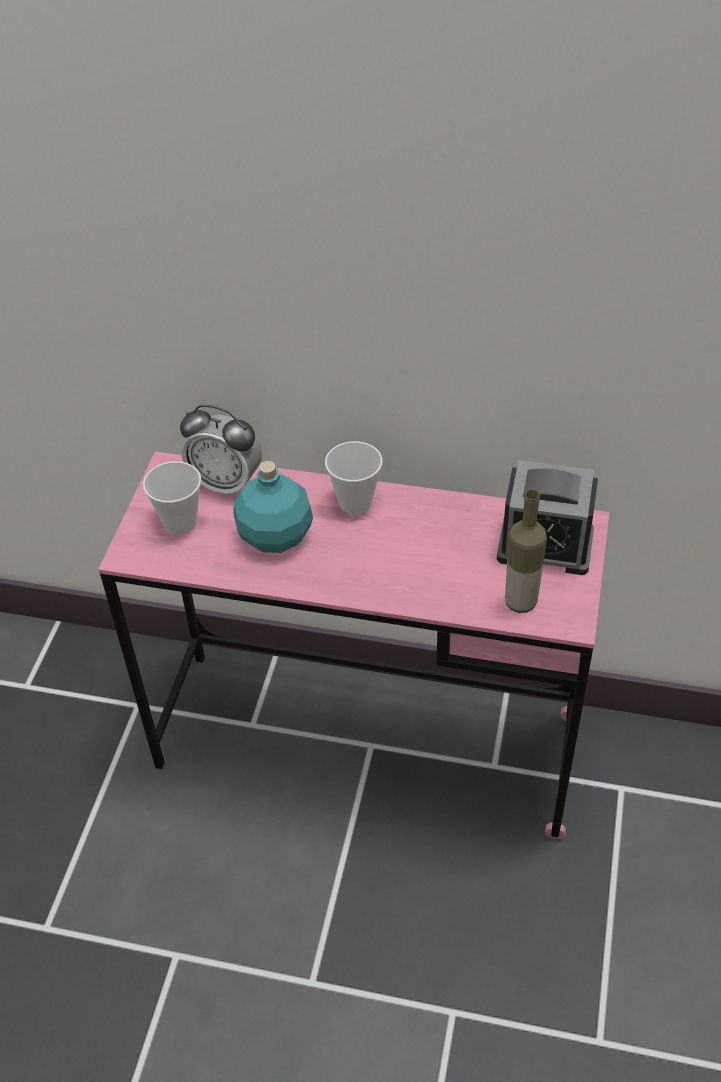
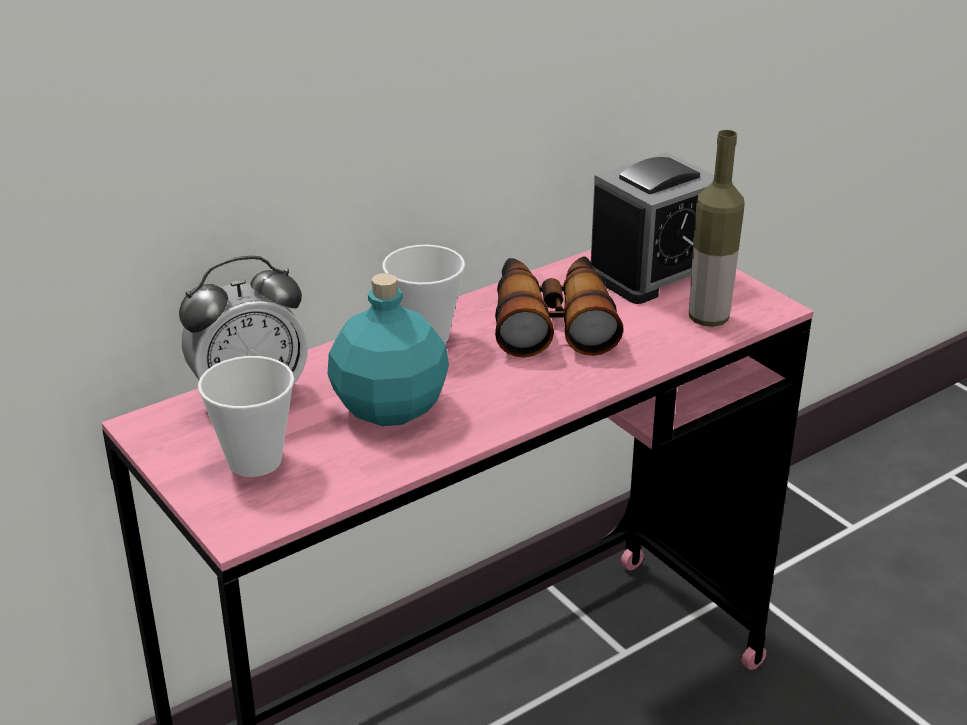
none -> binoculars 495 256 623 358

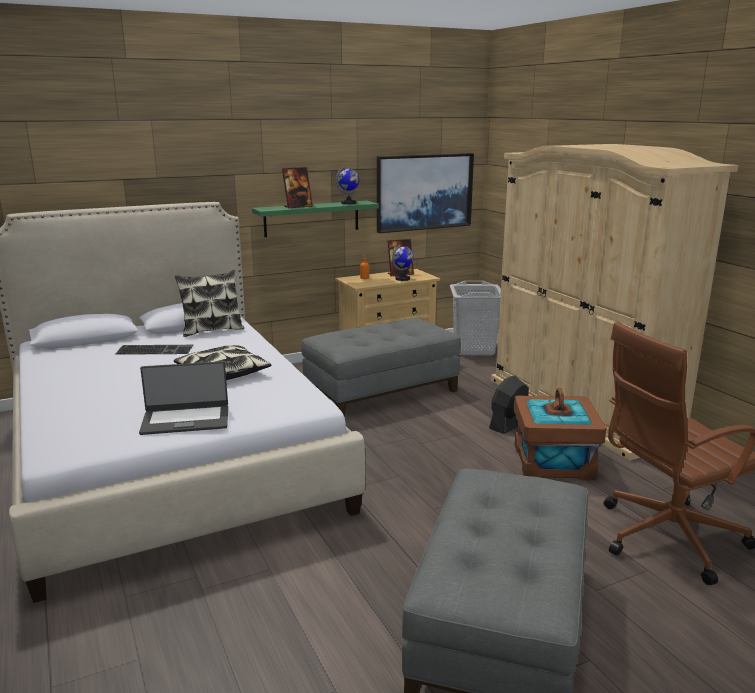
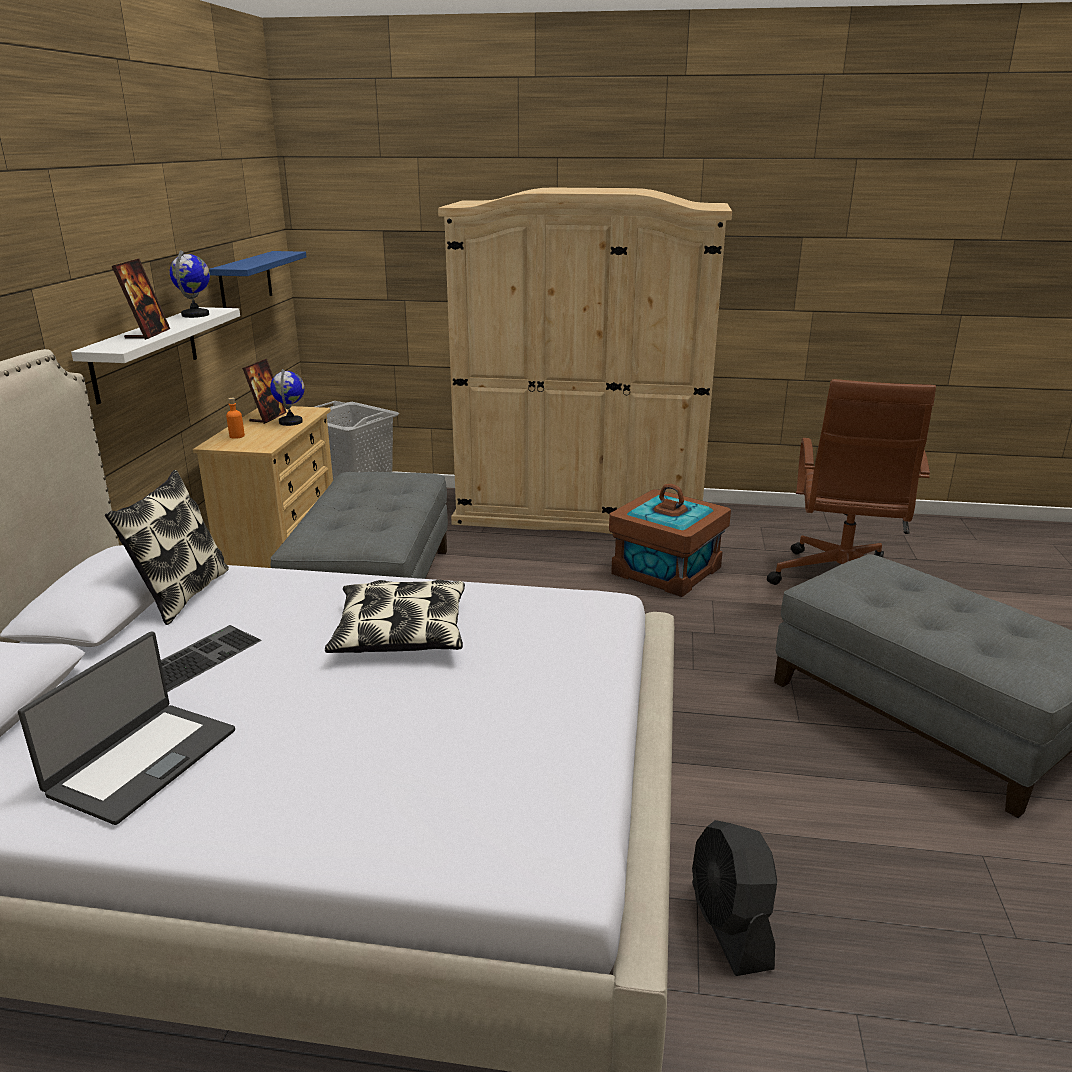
laptop 139 361 228 435 -> laptop 18 631 235 825, relocated
shelf in green 252 201 379 237 -> shelf in white 71 307 240 404
picture 377 153 474 233 -> shelf in blue 209 251 307 308
fan in black 489 376 529 434 -> fan in black 692 820 777 976, relocated

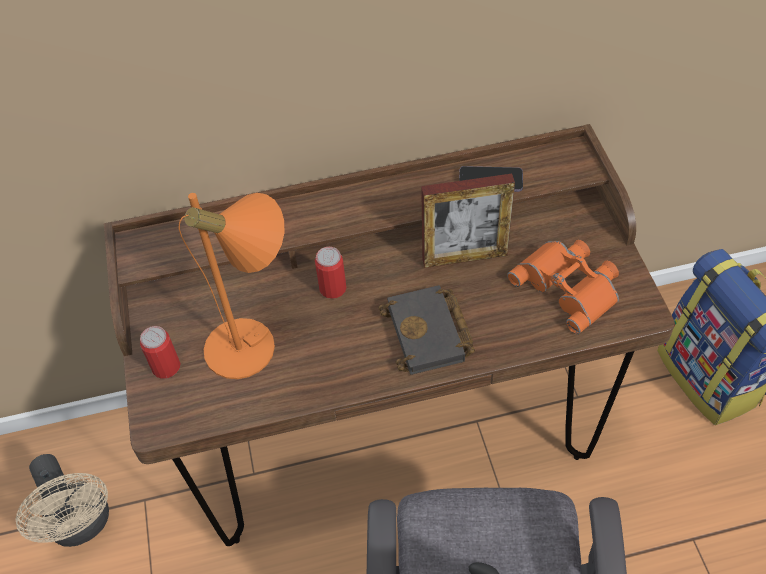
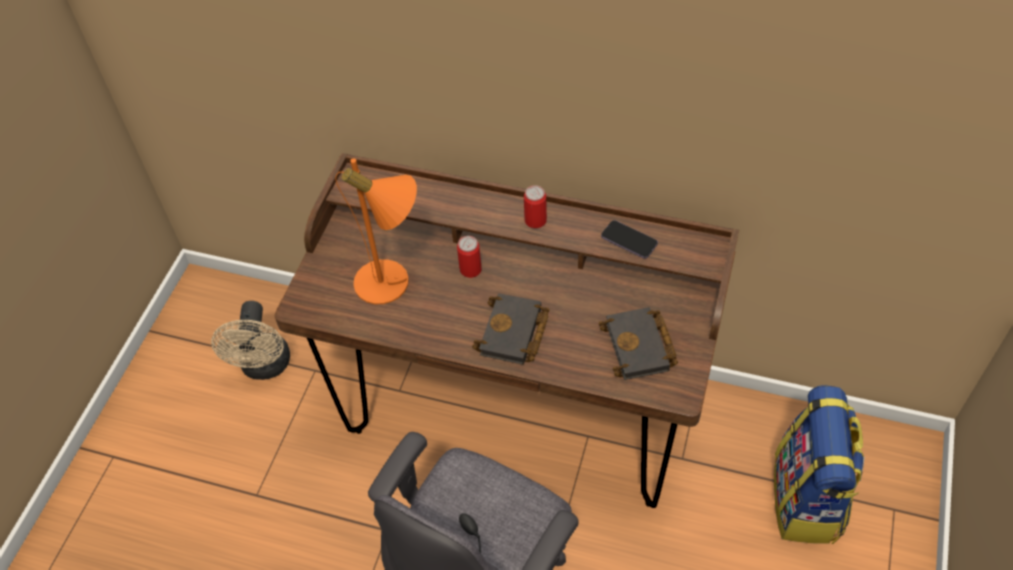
can 140 326 180 379 -> can 524 185 547 228, relocated
binoculars in orange 507 240 619 334 -> book in black 599 307 678 380
picture frame 421 174 515 268 -> none

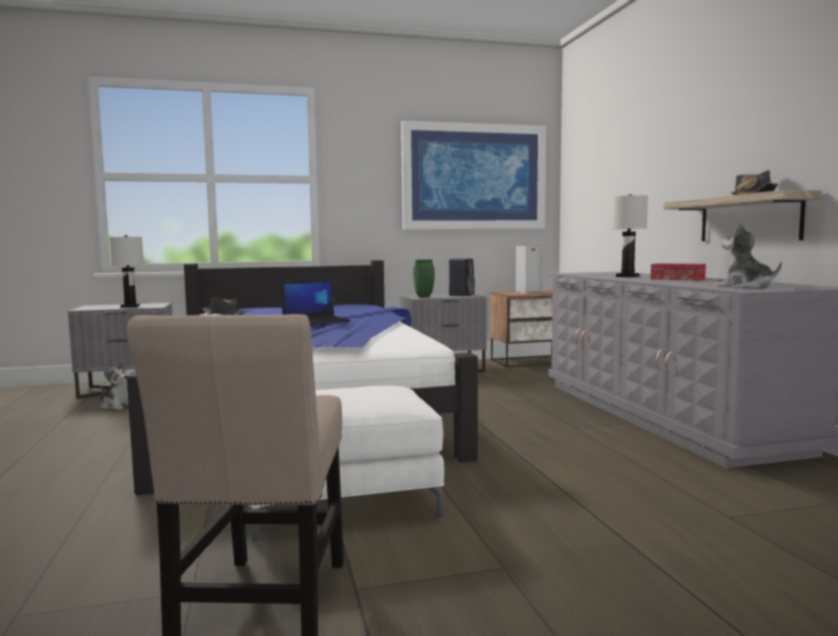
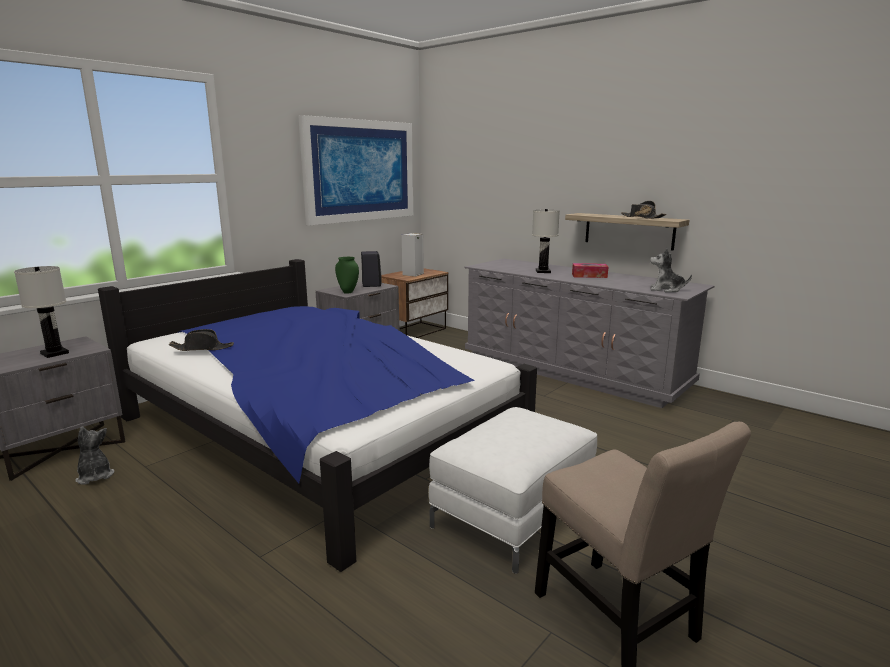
plush toy 101 361 129 410 -> plush toy 75 426 114 485, 120 degrees counterclockwise
laptop 281 277 351 325 -> none

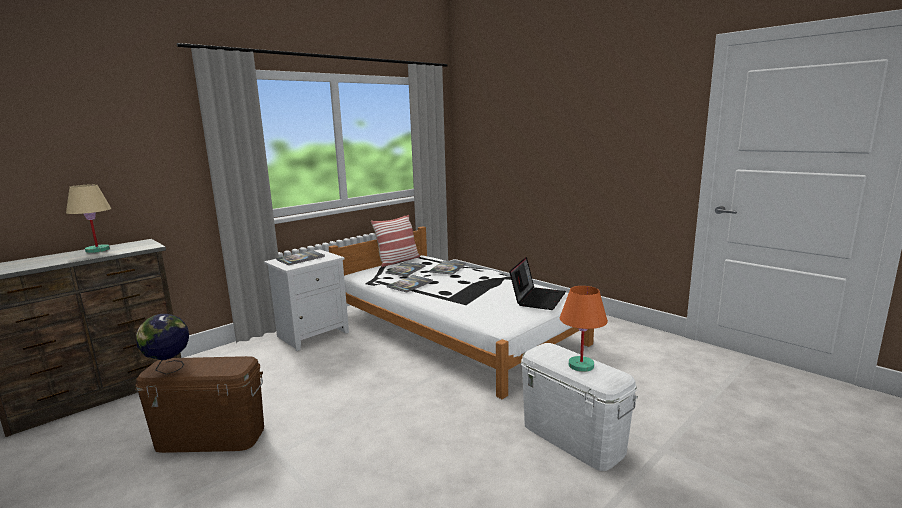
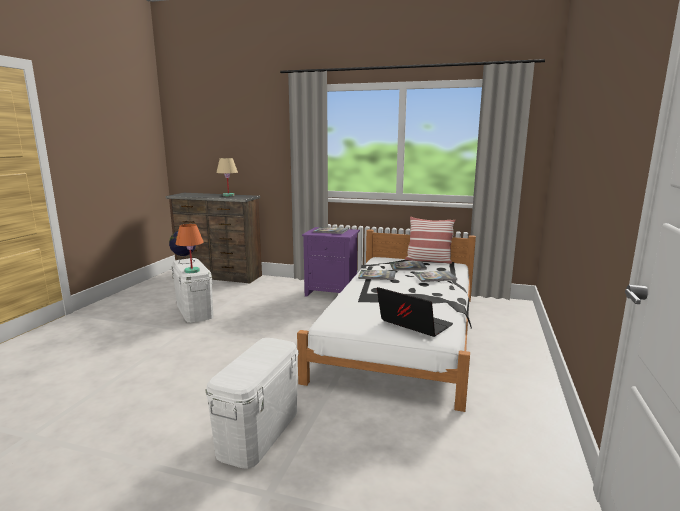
storage box in brown 135 356 264 453 -> storage box in white 172 258 213 323
table lamp in orange 560 286 608 372 -> table lamp in orange 175 224 204 273, relocated
nightstand in white 264 249 349 351 -> nightstand in purple 302 227 360 297
laptop 509 257 566 310 -> laptop 377 287 453 337, 135 degrees counterclockwise

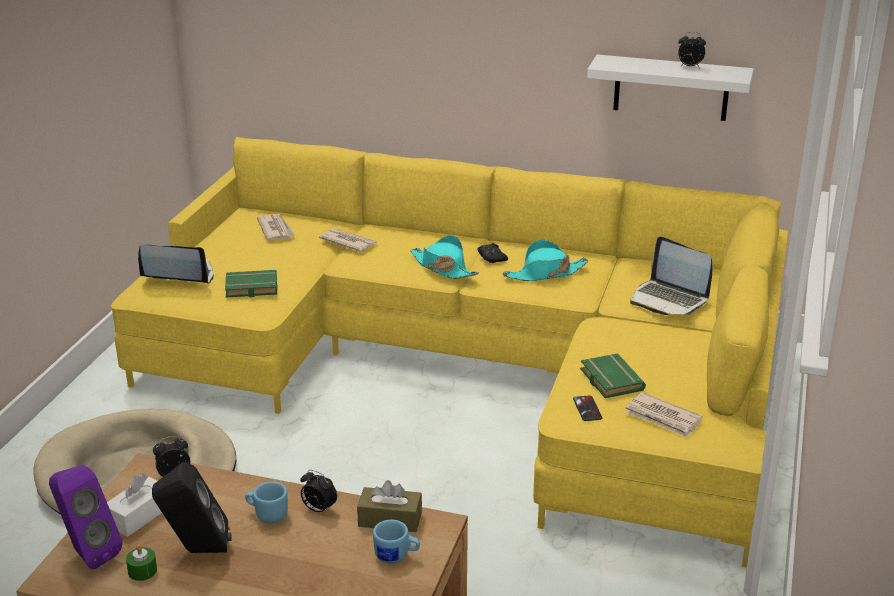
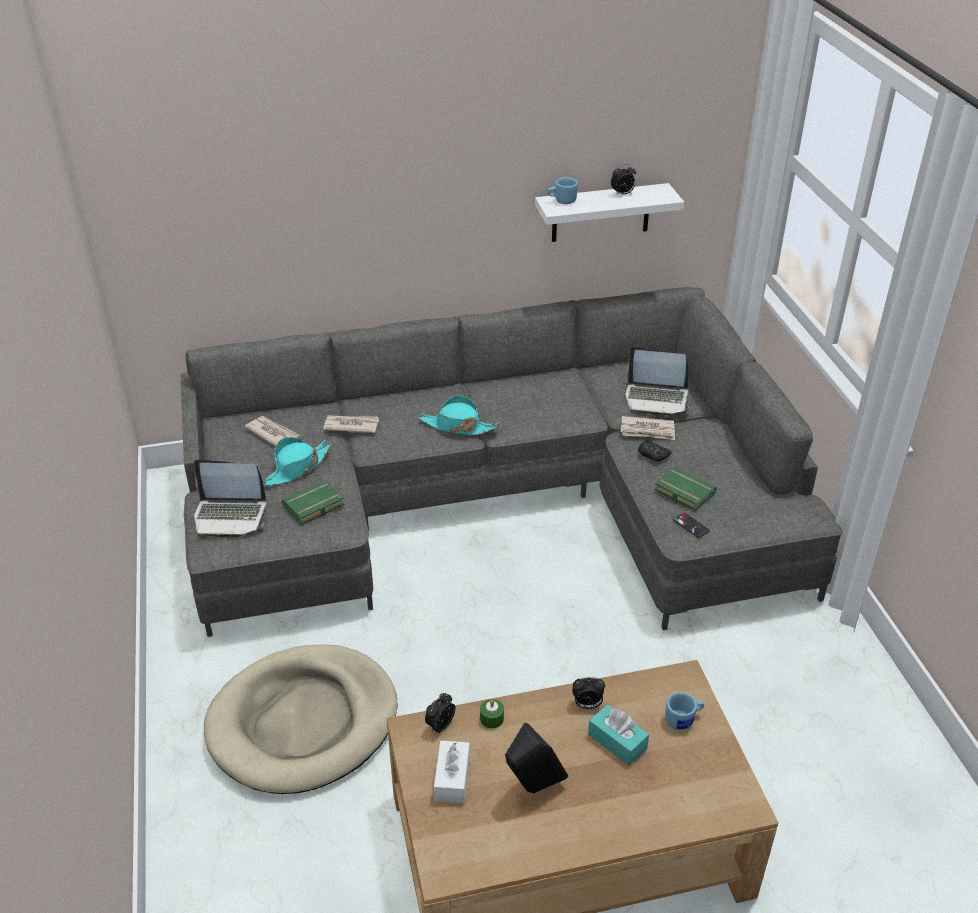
sofa in yellow 111 137 788 567 -> sofa in grey 181 287 843 637
laptop 138 245 214 284 -> laptop 194 460 267 538, 150 degrees counterclockwise
hat in turquoise 503 240 589 281 -> hat in turquoise 262 437 331 486, relocated
candle in green 126 544 157 581 -> candle in green 480 699 504 728, relocated
mug in blue 245 482 288 523 -> mug in blue 547 177 578 204, relocated
none -> tissue box in turquoise 588 704 649 766
newspaper 625 392 703 438 -> newspaper 621 416 675 440, relocated
game controller in black 477 243 508 263 -> game controller in black 638 440 672 462, relocated
speaker in purple 49 465 123 569 -> none
tissue box in brown 357 480 422 532 -> none

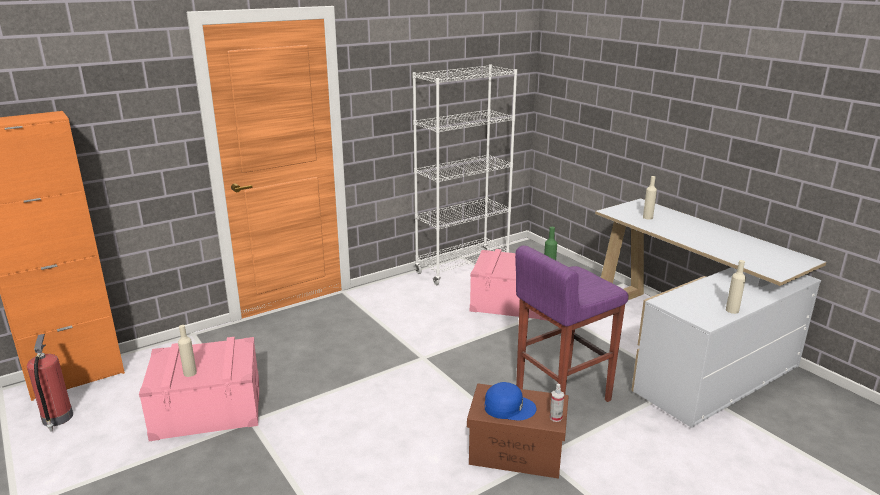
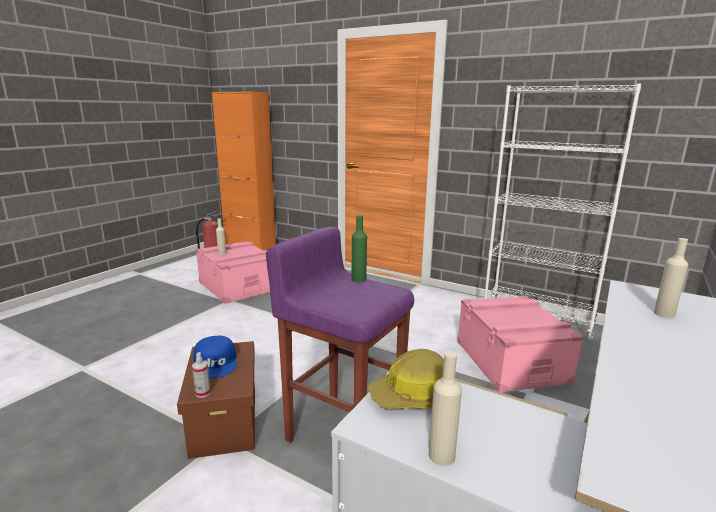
none -> hard hat 368 349 444 409

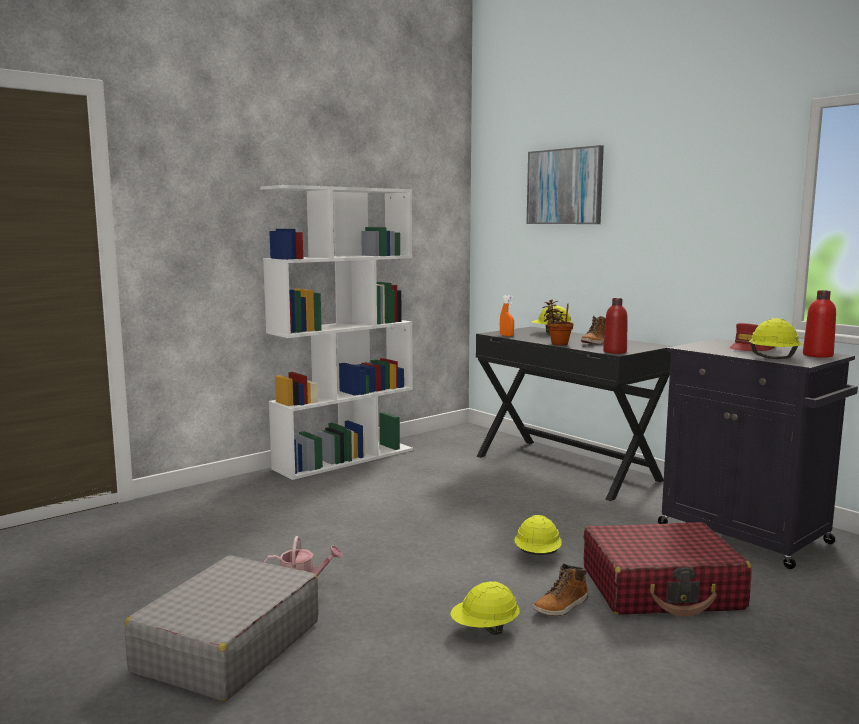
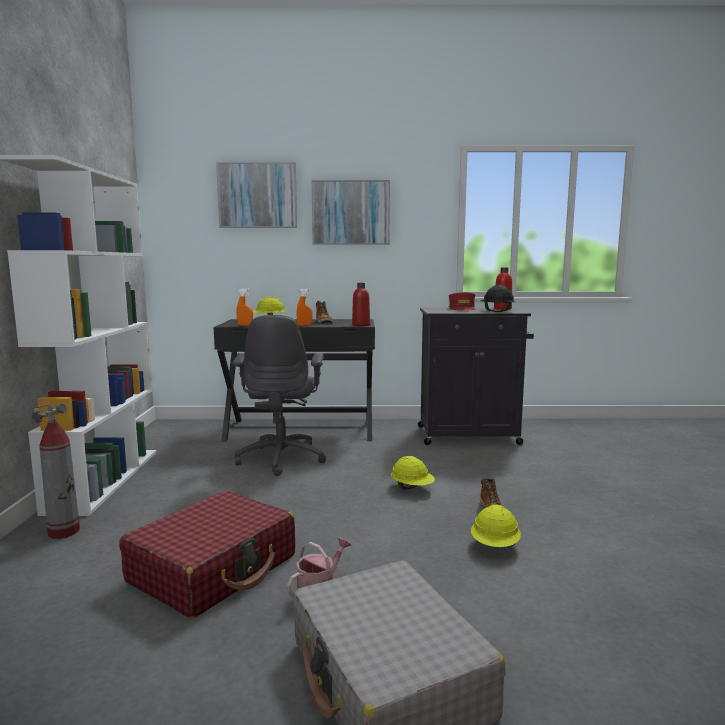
none -> fire extinguisher 31 403 80 539
suitcase in red 584 522 752 616 -> suitcase in red 119 491 295 619, relocated
none -> office chair in grey 233 315 326 476
potted plant 543 300 573 345 -> spray bottle in orange 296 288 313 326
none -> picture 312 180 390 245
hard hat in yellow 749 318 802 359 -> hard hat in black 480 285 515 312

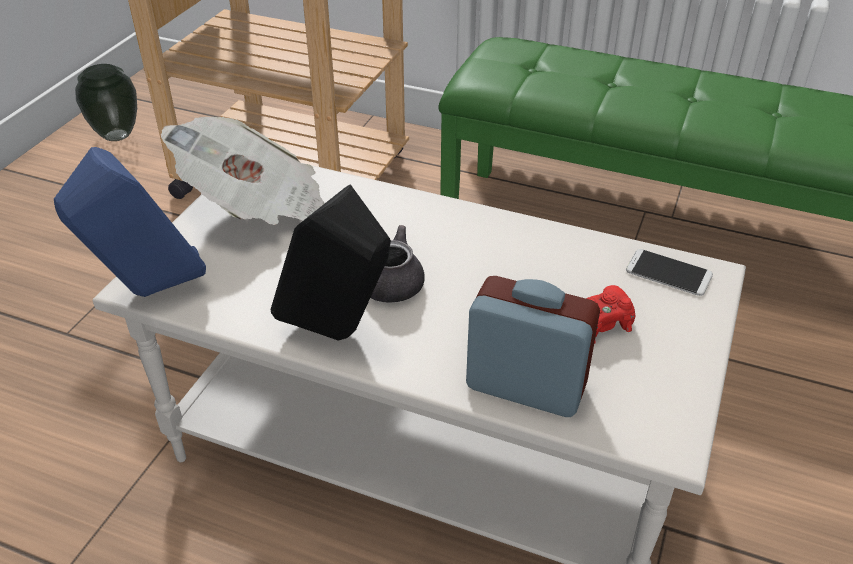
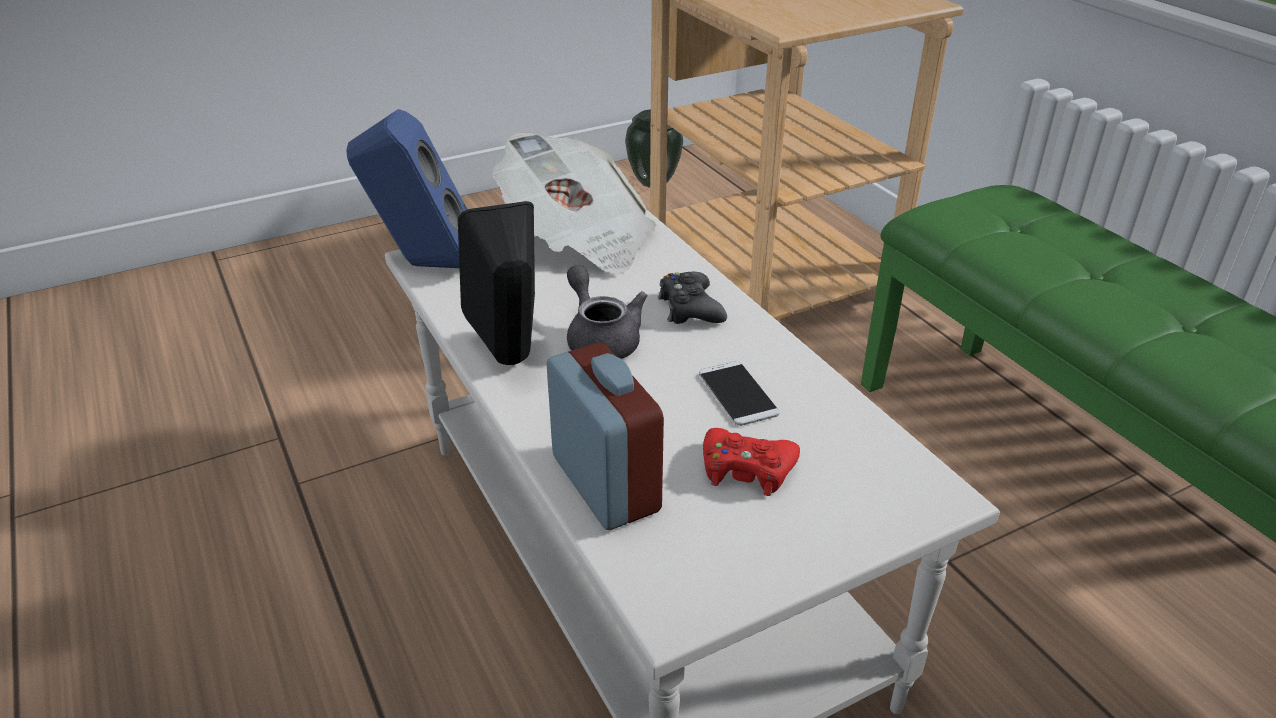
none -> game controller in black 658 272 727 324
phone 626 249 713 296 -> phone 699 361 779 426, relocated

